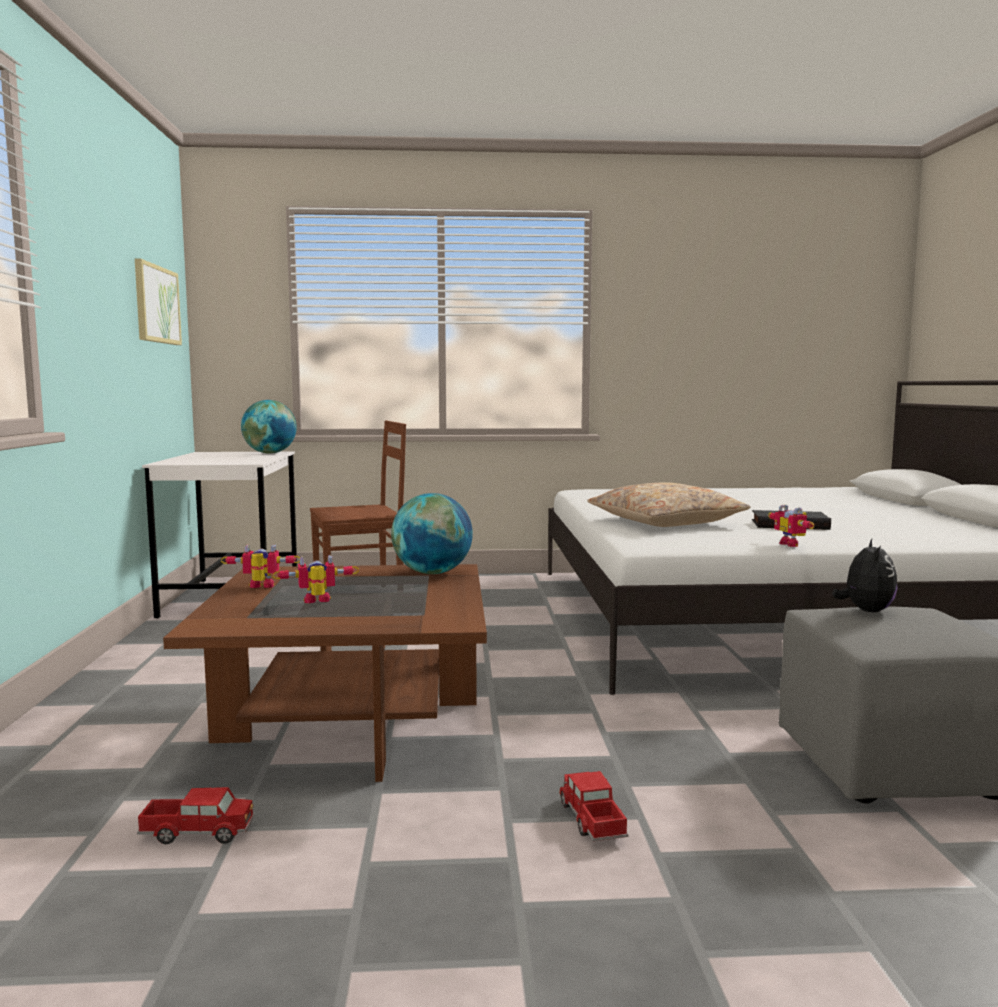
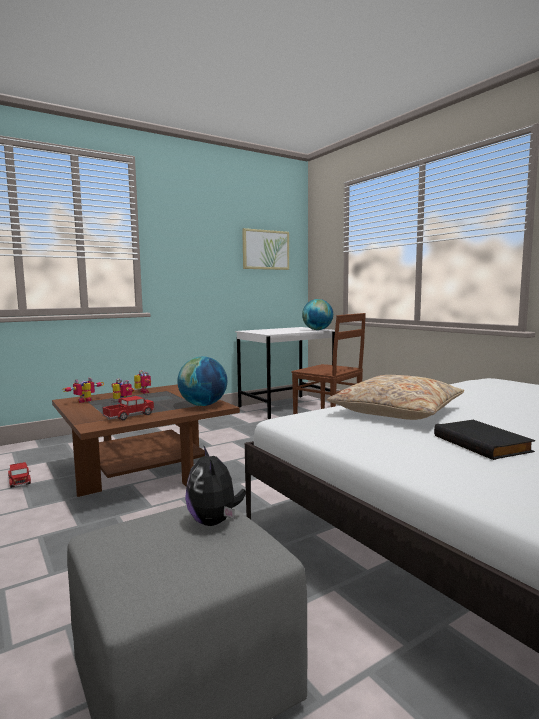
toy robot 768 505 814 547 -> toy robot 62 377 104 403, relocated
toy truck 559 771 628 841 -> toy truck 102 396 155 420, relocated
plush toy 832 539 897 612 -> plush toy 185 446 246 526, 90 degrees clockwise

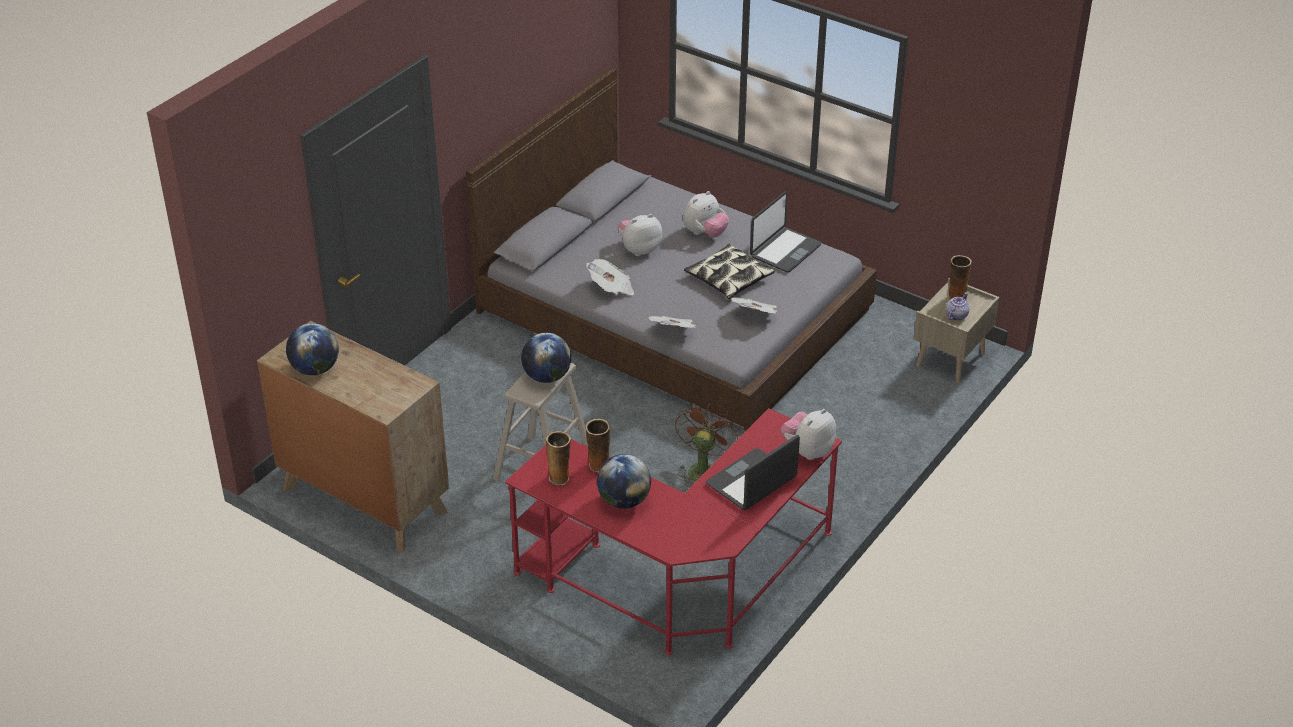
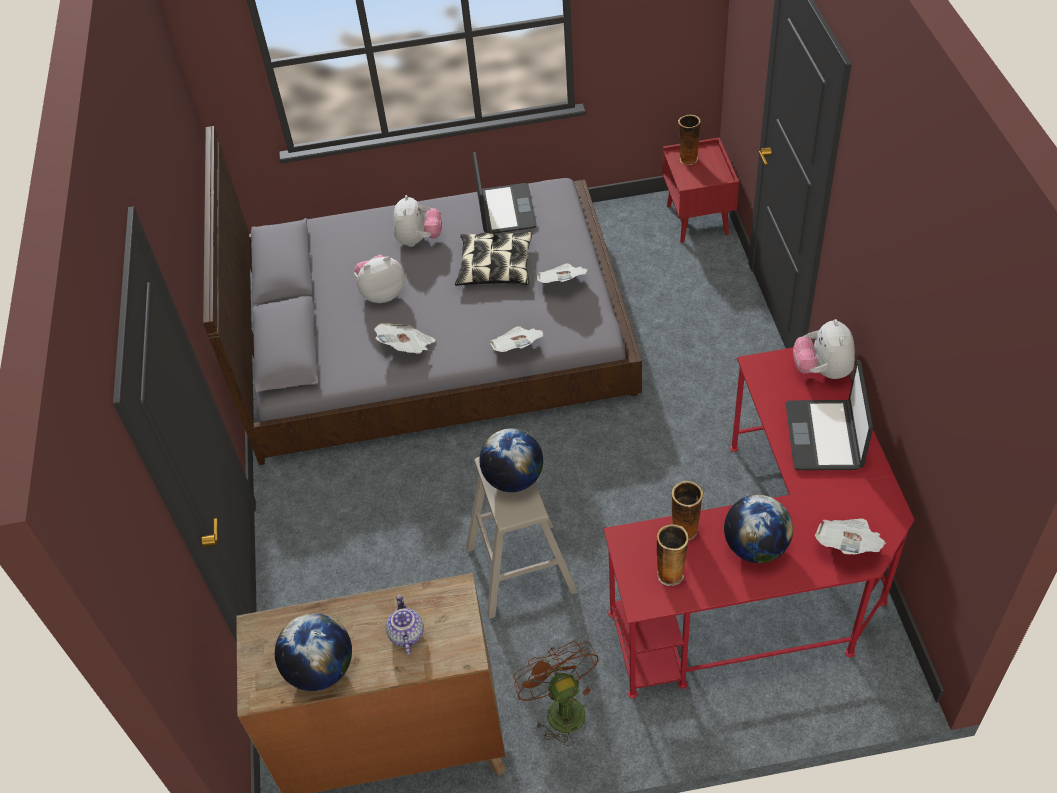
plush toy 618 214 662 256 -> plush toy 354 255 405 303, 45 degrees clockwise
teapot 946 293 969 321 -> teapot 386 594 424 655, relocated
fan in brown 675 403 740 487 -> fan in brown 513 640 599 746, relocated
nightstand in beige 914 278 999 383 -> nightstand in red 662 137 739 243
none -> newspaper 815 518 886 554

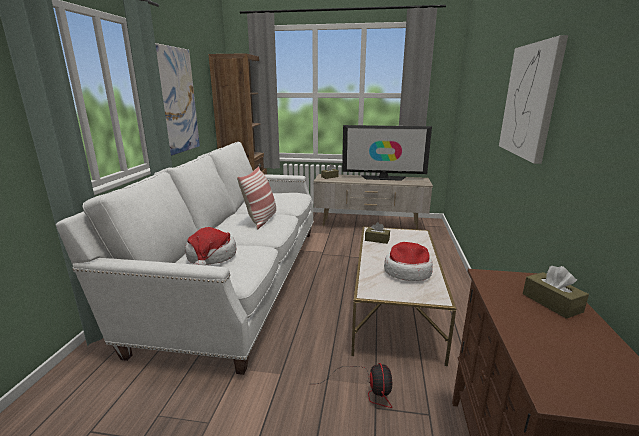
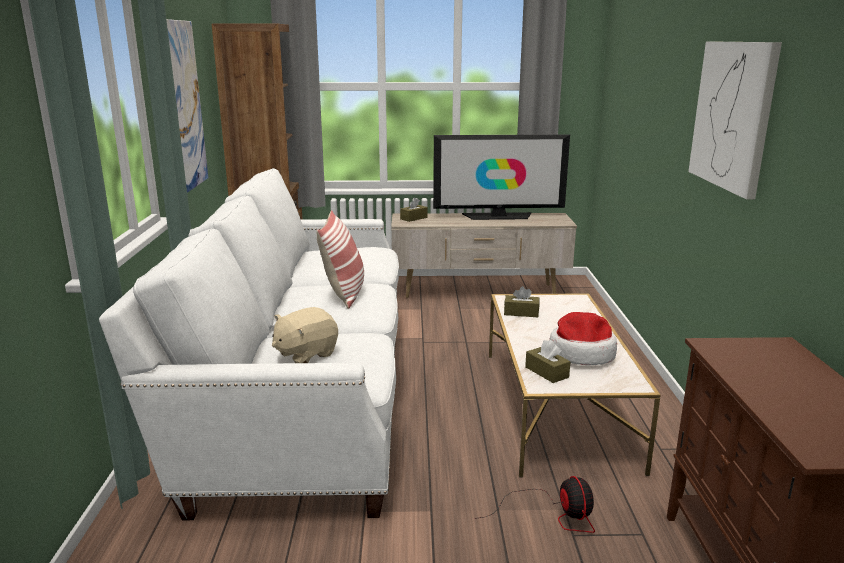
hat 185 227 236 266 -> plush toy in beige 272 307 338 363
tissue box in brown 523 266 589 319 -> tissue box in brown 525 340 570 383, relocated

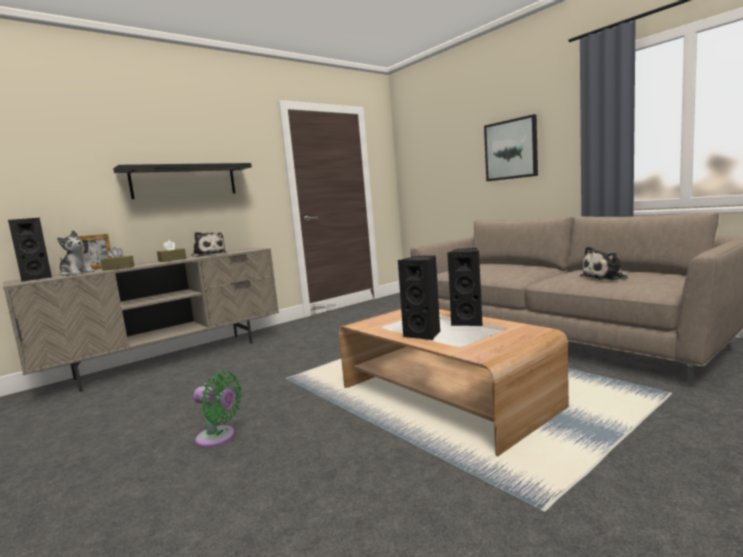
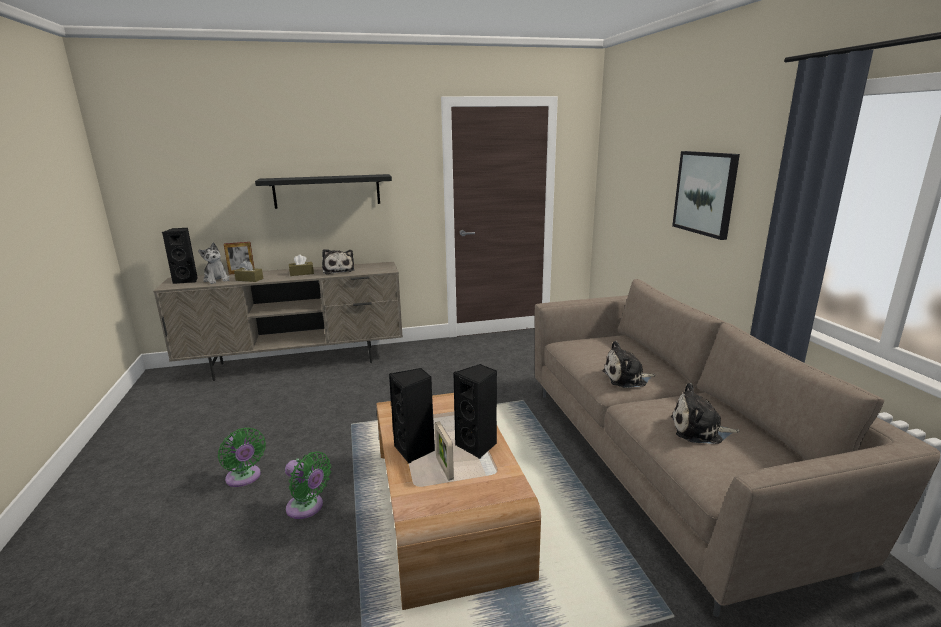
none -> fan in green 285 452 331 519
none -> picture frame 435 421 454 481
none -> plush toy 602 341 656 388

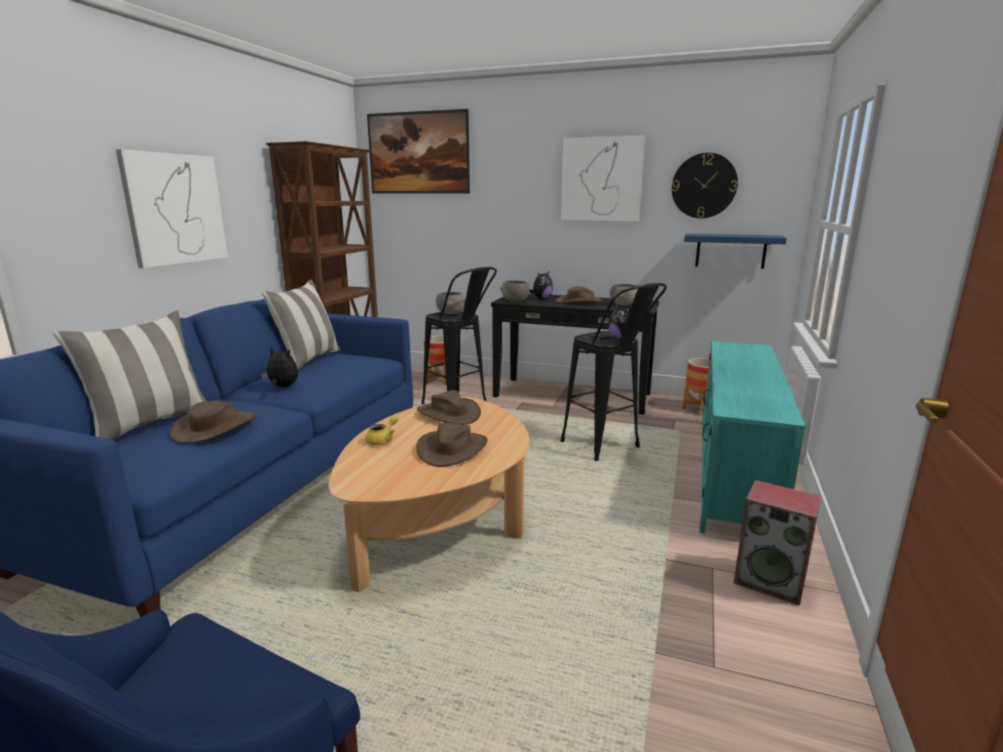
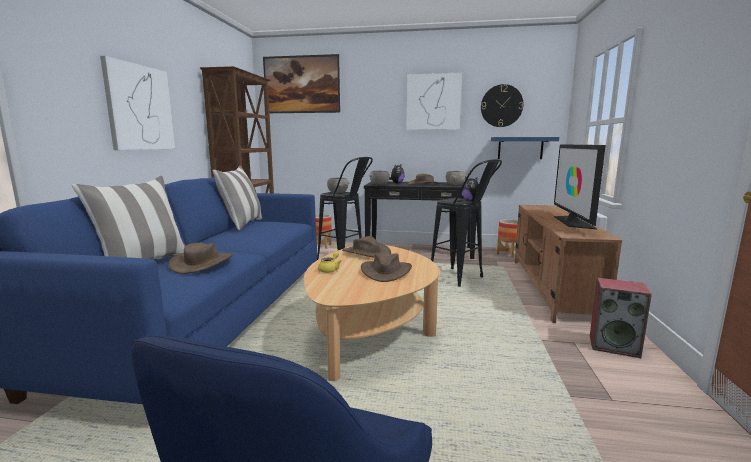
tv stand in turquoise 699 341 805 534 -> tv stand in brown 515 205 622 323
none -> television 554 144 606 229
plush toy 261 348 298 387 -> none

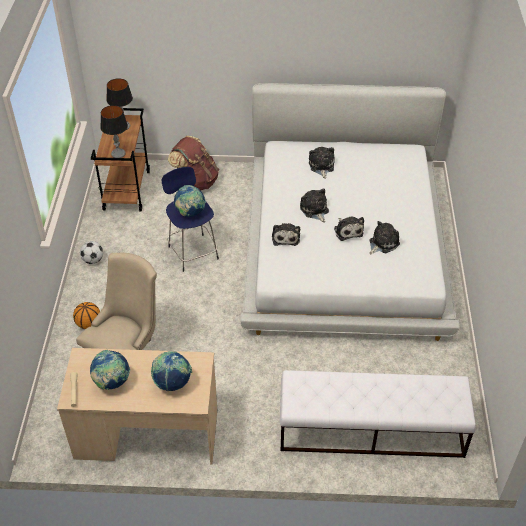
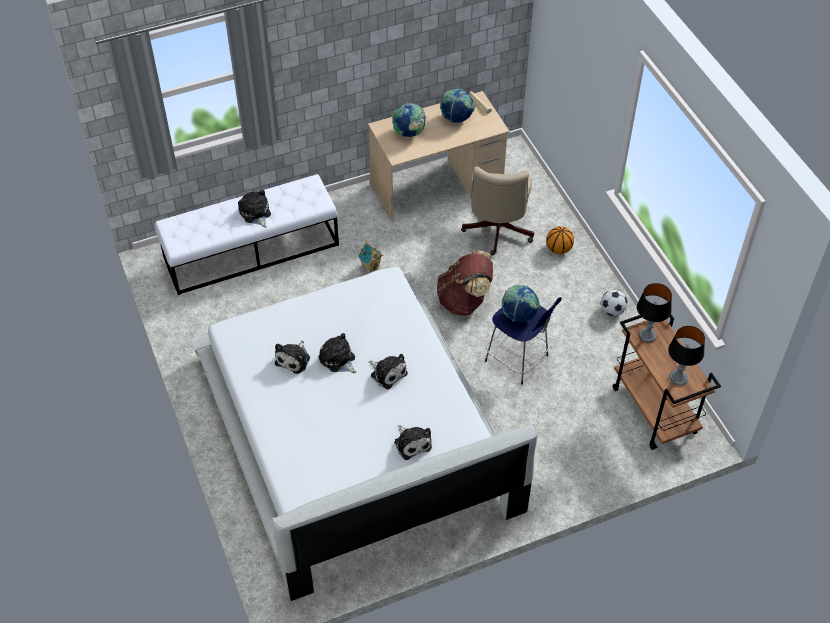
plush toy 272 223 300 246 -> plush toy 238 190 271 228, relocated
none -> toy house 358 241 383 273
backpack in brown 168 136 219 190 -> backpack in brown 437 250 493 316, relocated

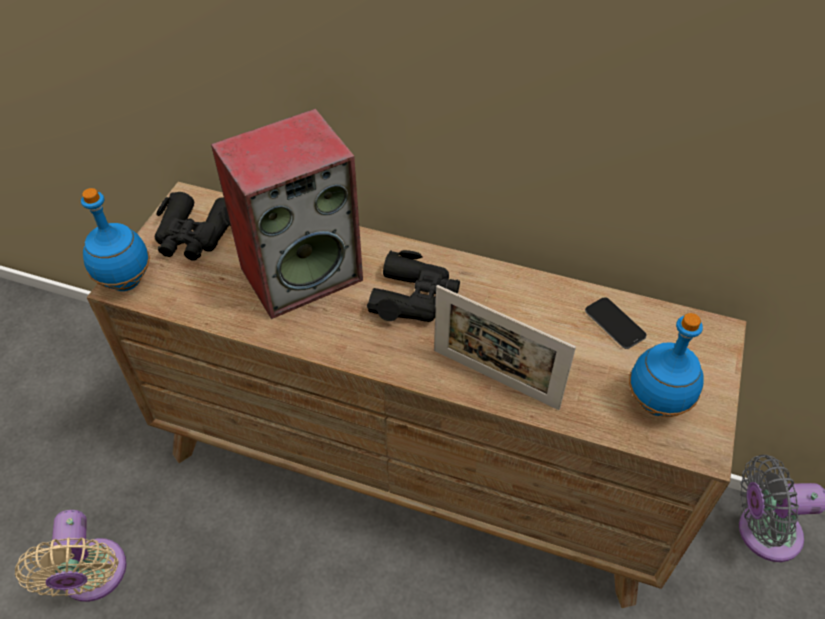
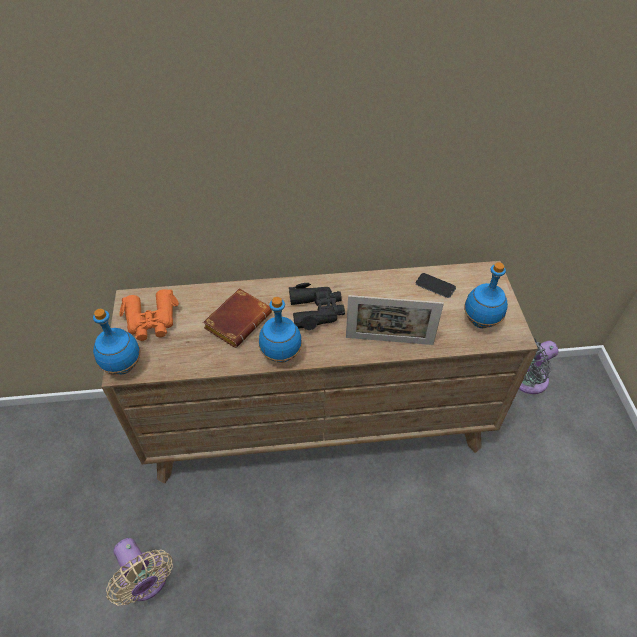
binoculars in black 155 192 231 261 -> binoculars in orange 119 289 179 341
speaker 211 109 363 319 -> book in brown 203 288 272 348
none -> bottle in blue 259 297 302 363

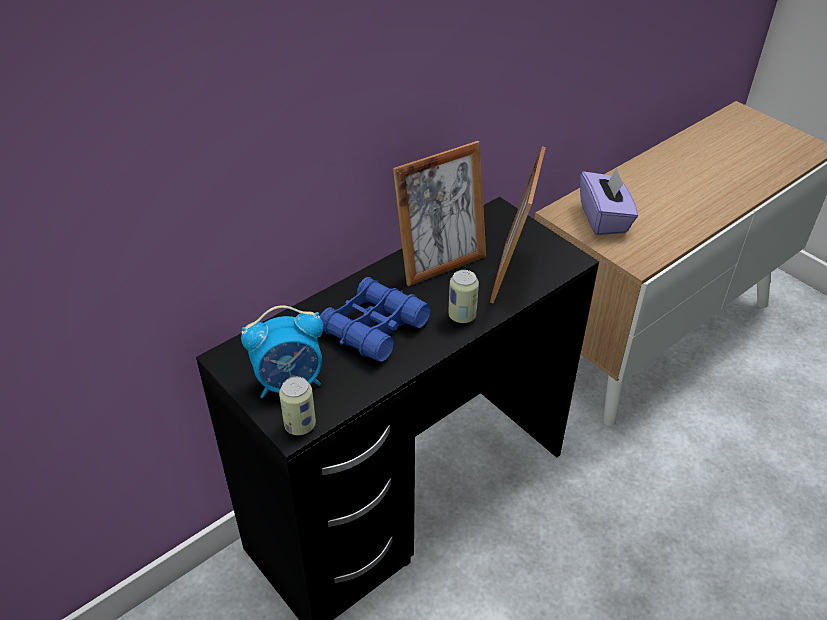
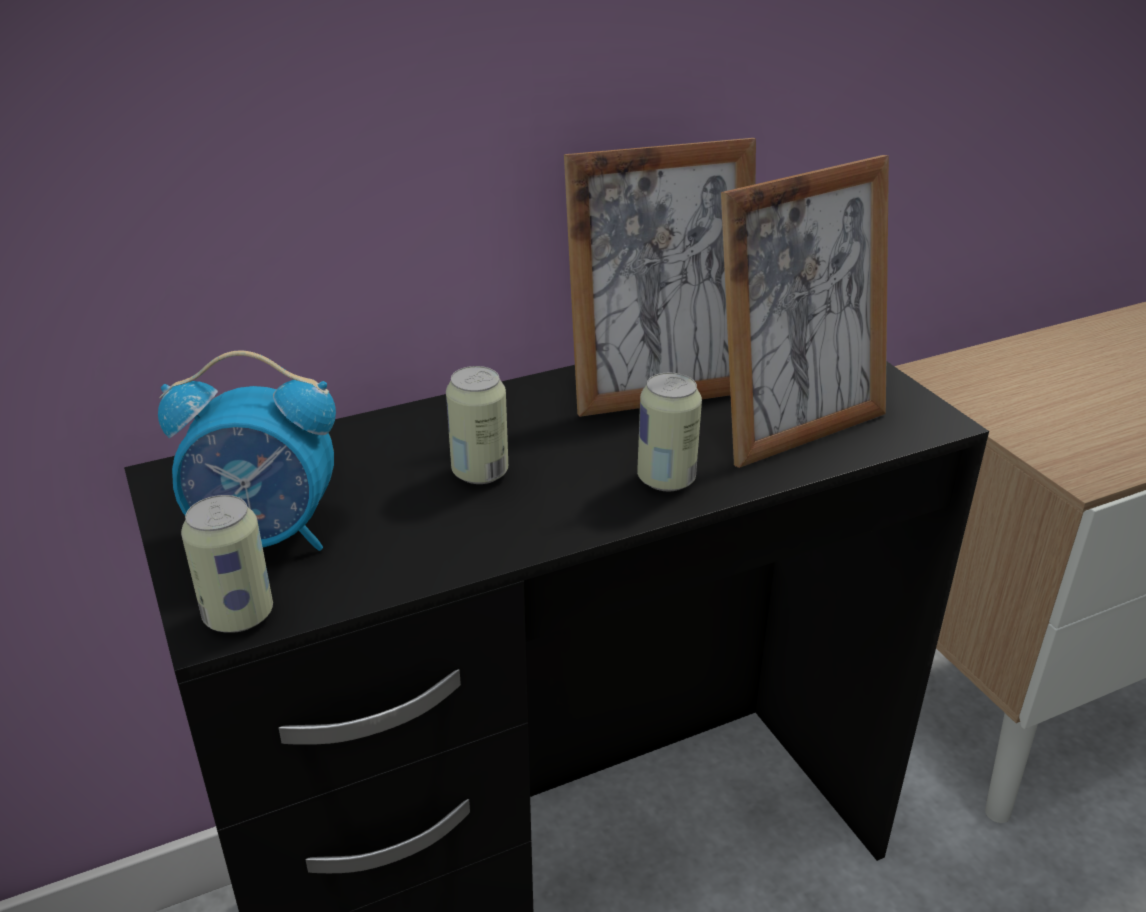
binoculars in blue 320 277 431 362 -> can 446 366 508 484
picture frame 490 146 546 304 -> picture frame 721 155 889 468, 150 degrees counterclockwise
tissue box in purple 580 167 638 235 -> none

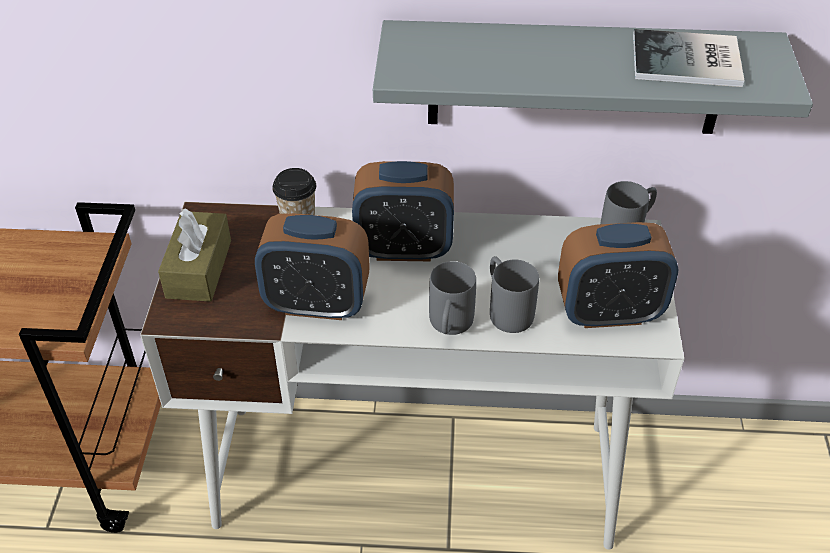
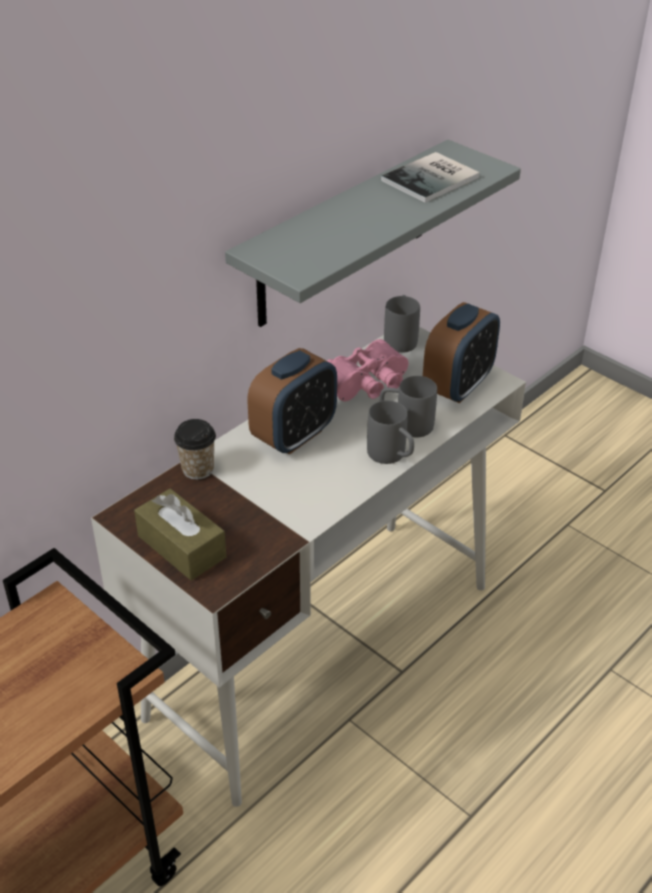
none -> binoculars in pink 327 339 409 401
alarm clock 255 213 370 320 -> none

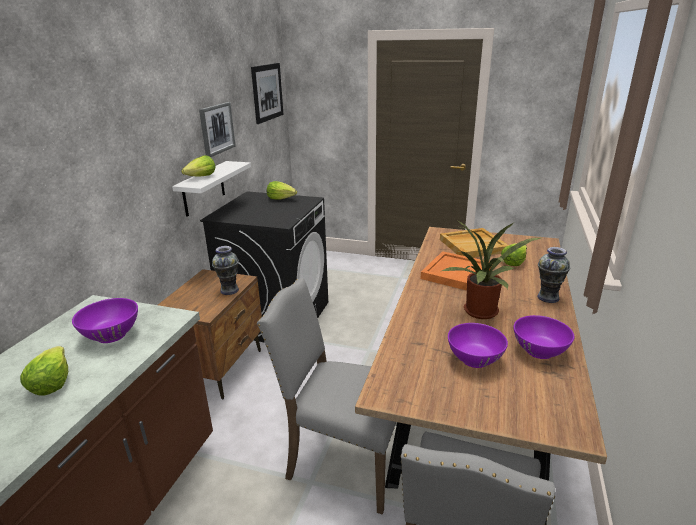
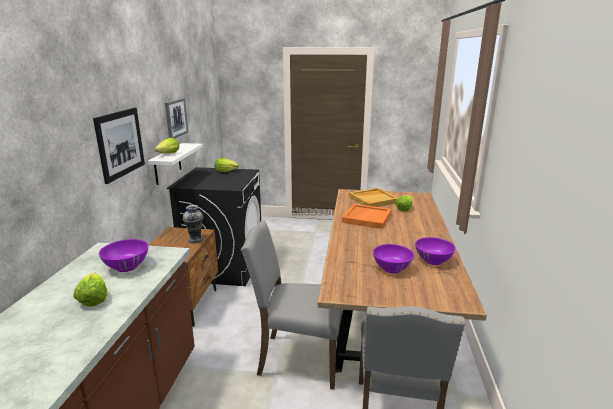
picture 251 63 284 124 -> picture 93 108 145 184, relocated
potted plant 442 221 541 319 -> none
vase 537 247 570 303 -> none

